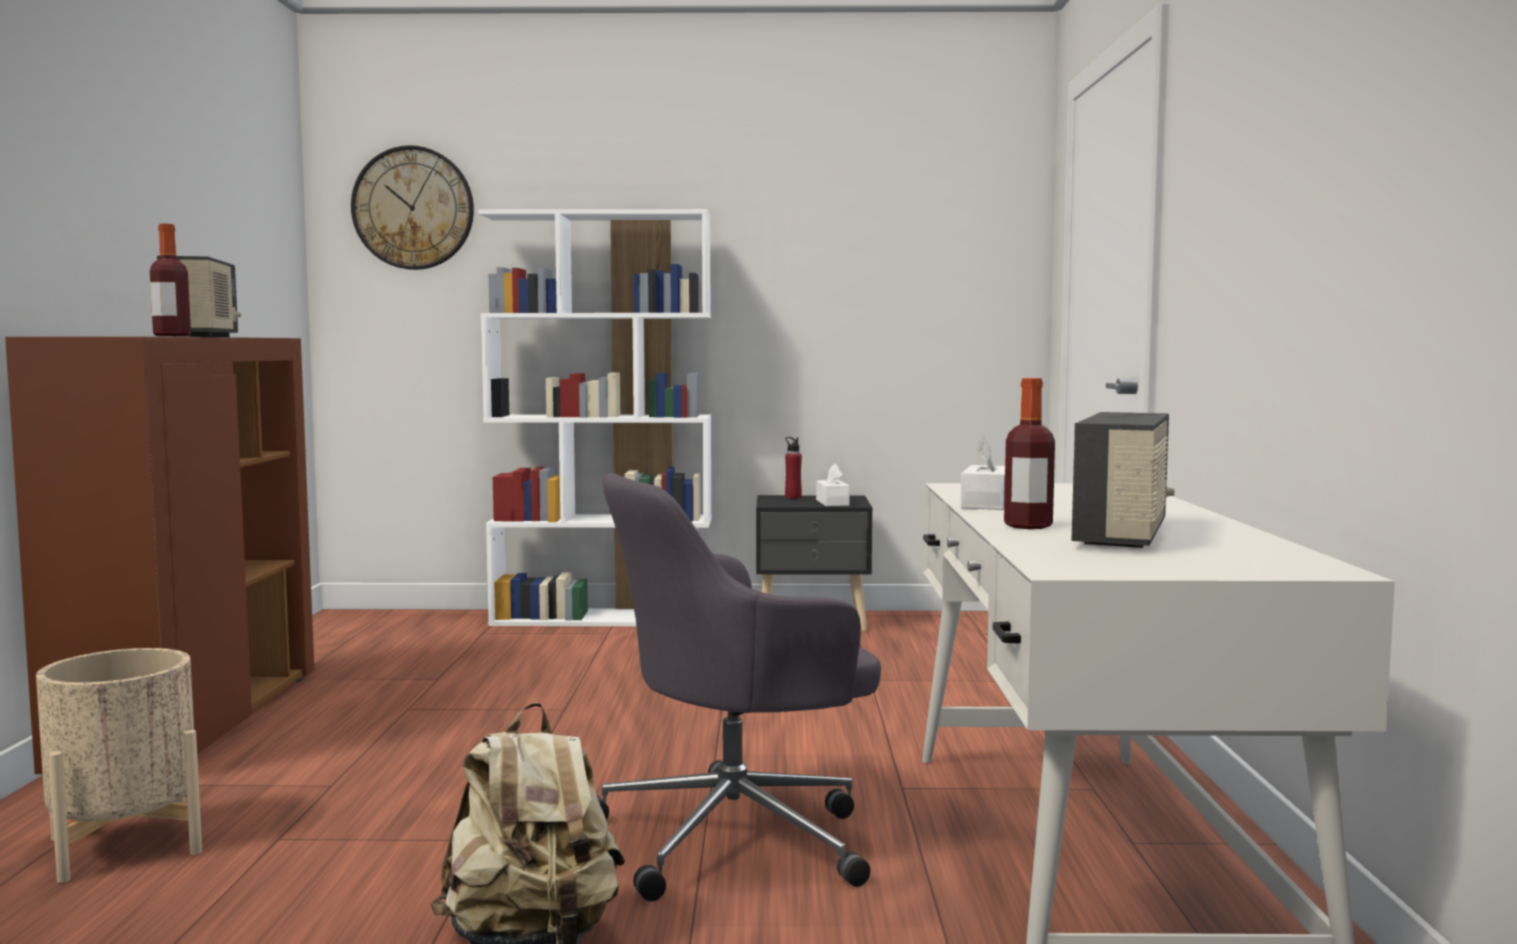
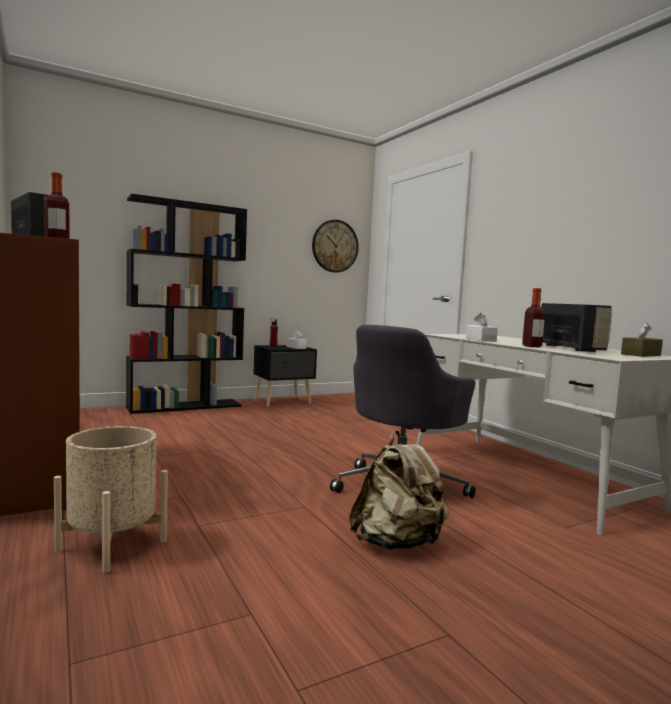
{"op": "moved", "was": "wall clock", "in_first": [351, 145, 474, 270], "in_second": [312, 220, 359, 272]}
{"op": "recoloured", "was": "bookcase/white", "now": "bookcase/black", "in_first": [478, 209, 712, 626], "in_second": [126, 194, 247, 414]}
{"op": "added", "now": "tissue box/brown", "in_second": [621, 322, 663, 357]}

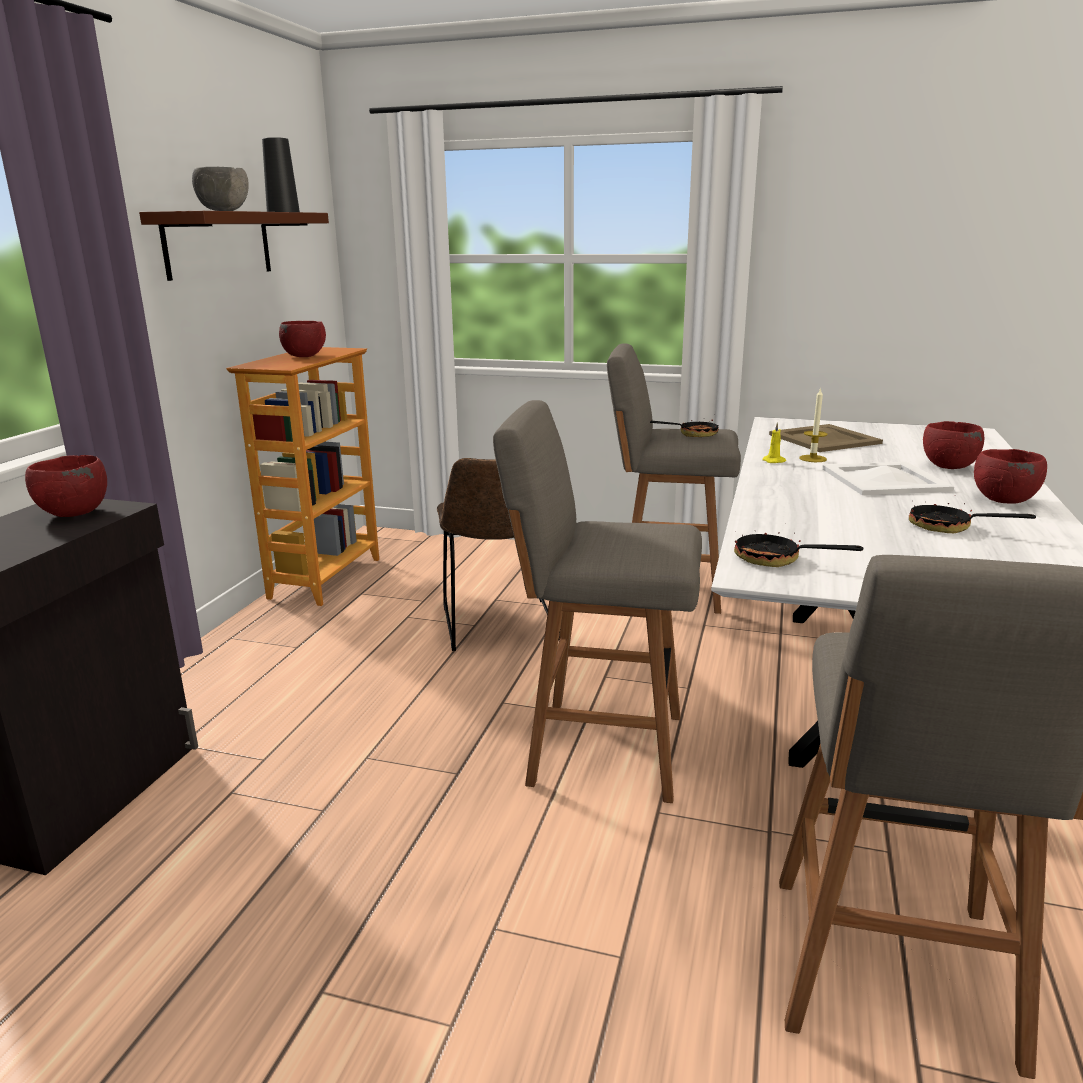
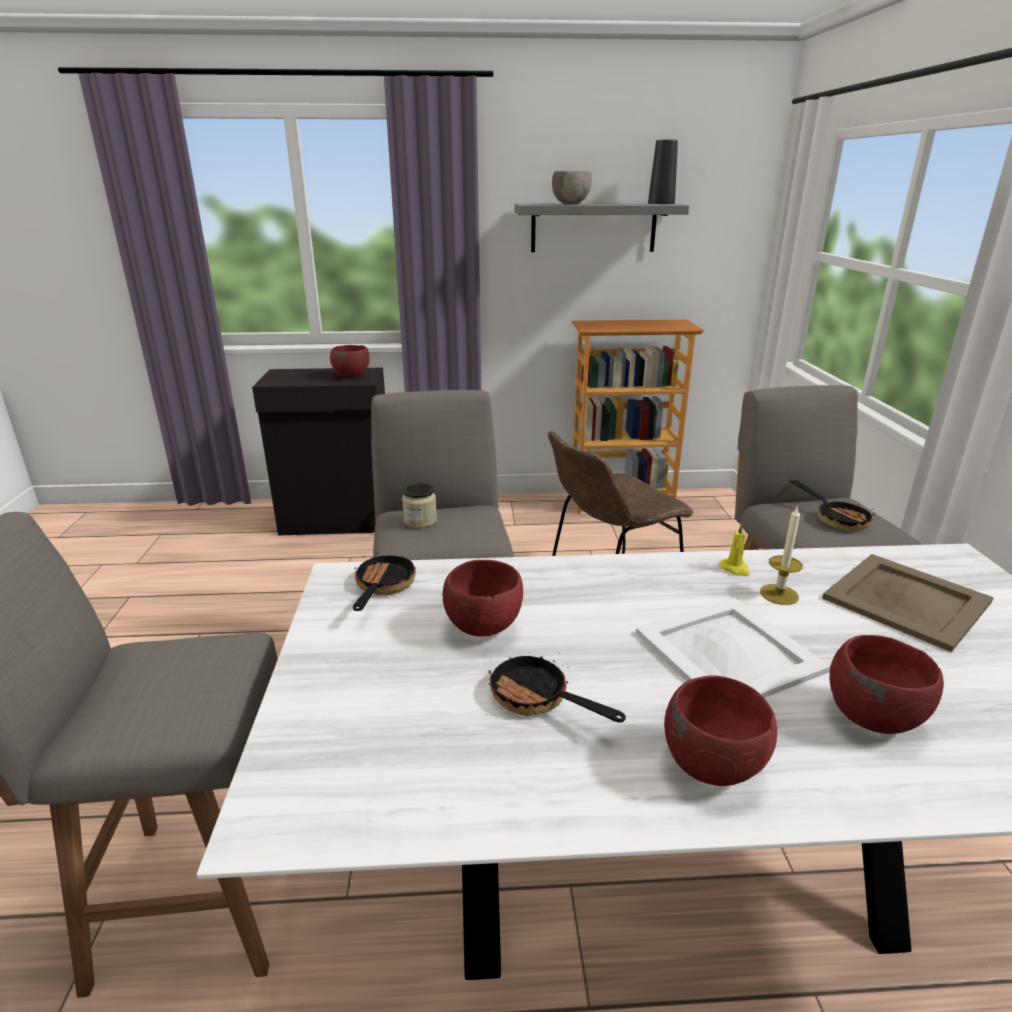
{"op": "recoloured", "was": "shelf/brown", "now": "shelf/grey", "in_first": [139, 211, 329, 281], "in_second": [515, 203, 689, 252]}
{"op": "moved", "was": "bowl/red", "in_first": [279, 321, 326, 357], "in_second": [443, 560, 523, 637]}
{"op": "turned", "was": "frying pan", "in_first": [909, 501, 1036, 533], "in_second": [488, 652, 626, 723], "clockwise": -60}
{"op": "added", "now": "jar", "in_second": [402, 483, 437, 528]}

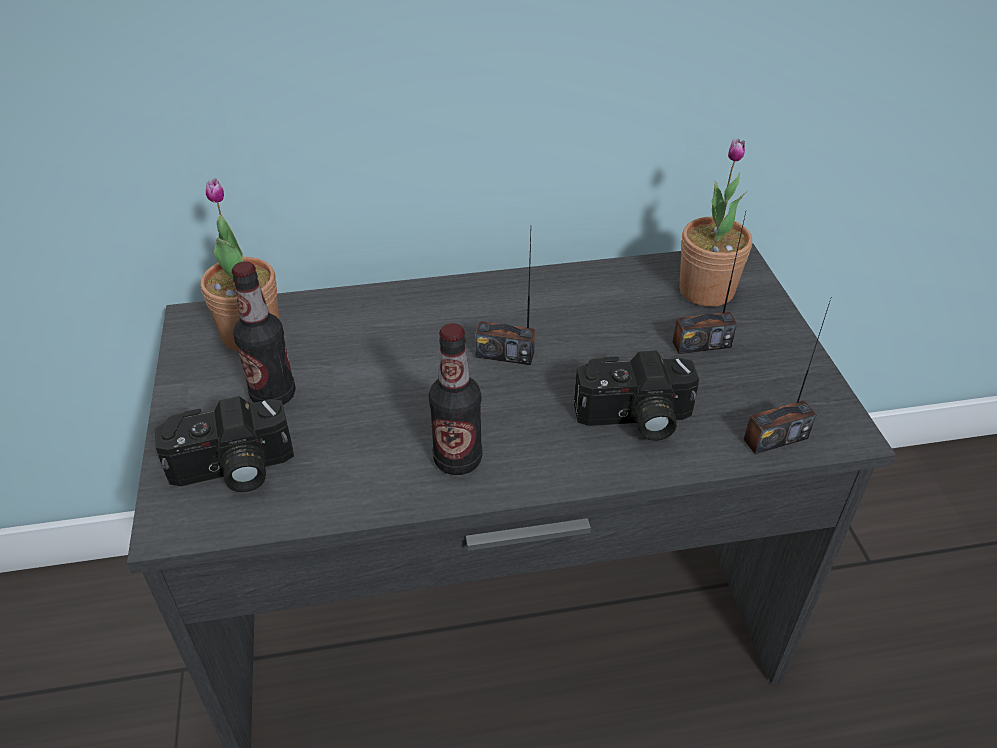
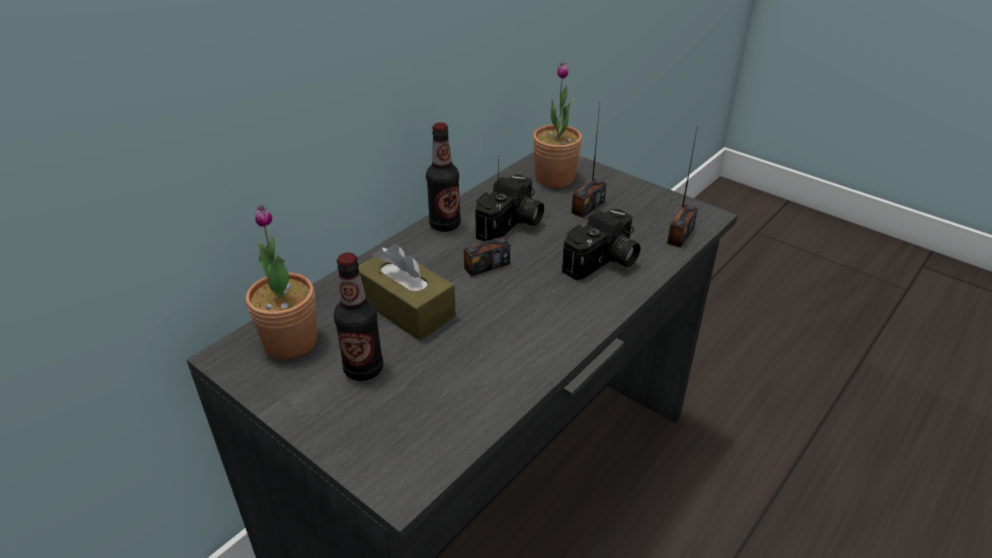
{"op": "moved", "was": "photo camera", "in_first": [154, 396, 294, 492], "in_second": [475, 174, 544, 241]}
{"op": "moved", "was": "bottle", "in_first": [429, 323, 483, 475], "in_second": [426, 122, 461, 232]}
{"op": "added", "now": "tissue box/brown", "in_second": [358, 244, 456, 341]}

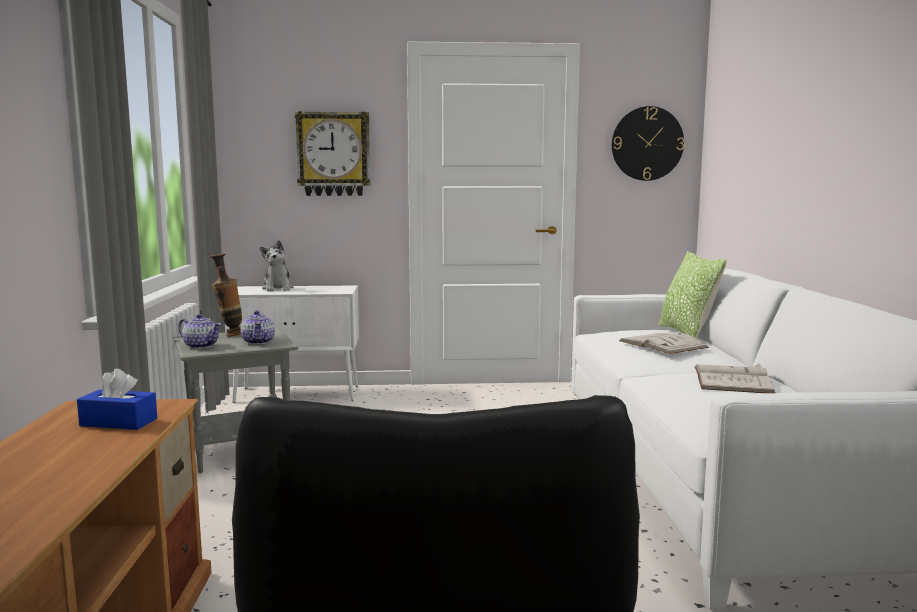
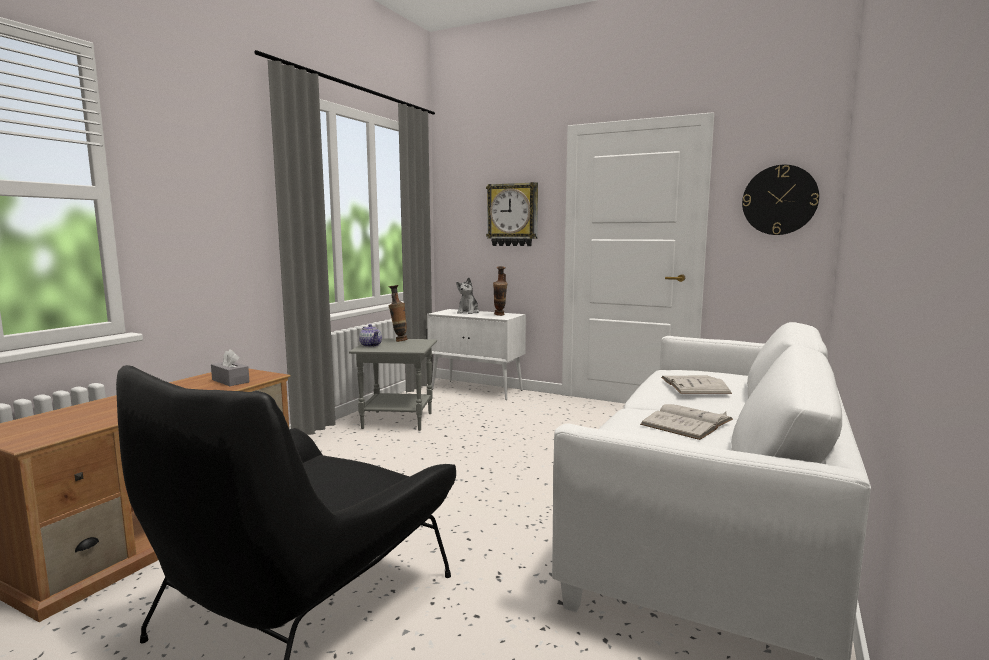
{"op": "recoloured", "was": "tissue box/blue", "now": "tissue box/grey", "in_first": [77, 369, 157, 430], "in_second": [211, 349, 249, 386]}
{"op": "removed", "was": "teapot", "in_first": [240, 311, 275, 345]}
{"op": "removed", "was": "pillow", "in_first": [658, 251, 727, 339]}
{"op": "added", "now": "vase", "in_second": [493, 266, 508, 316]}

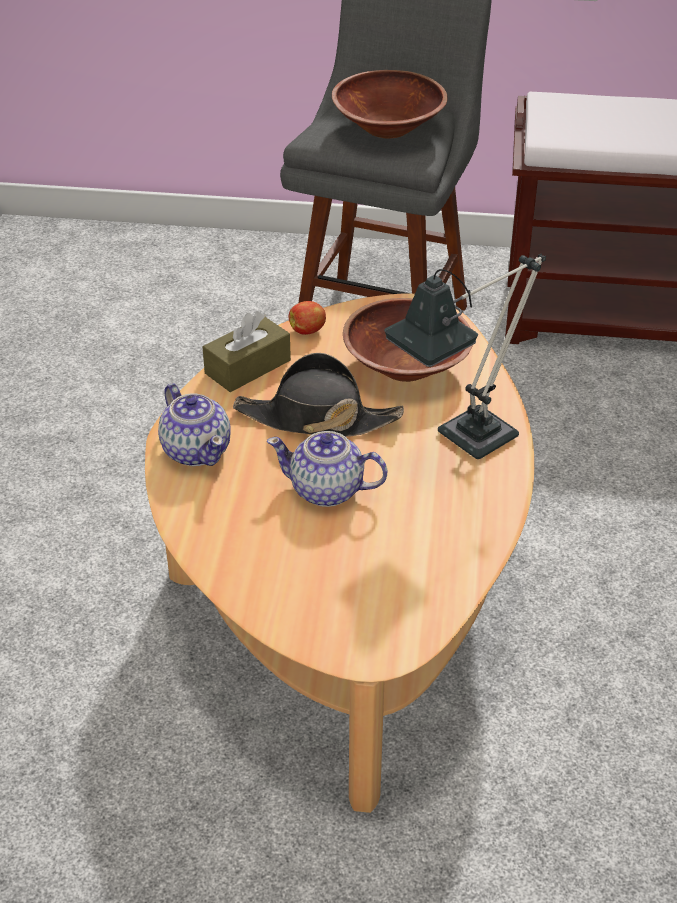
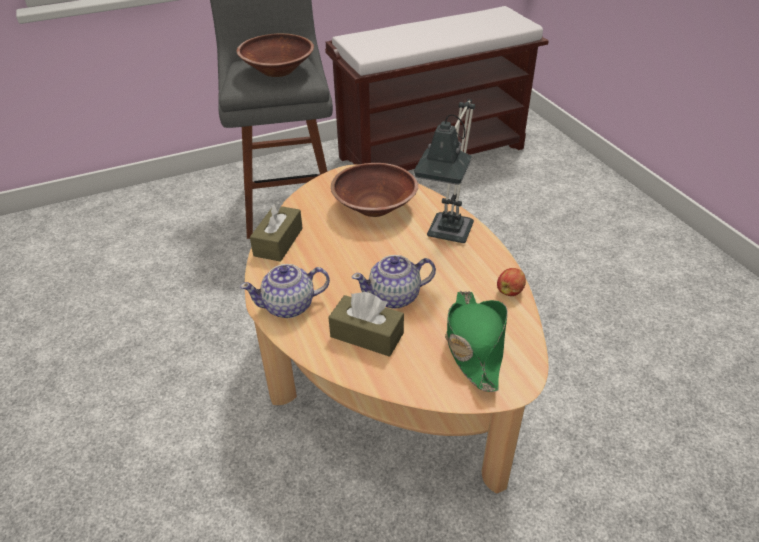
{"op": "turned", "was": "teapot", "in_first": [158, 383, 231, 466], "in_second": [240, 264, 330, 318], "clockwise": 135}
{"op": "removed", "was": "hat/black", "in_first": [233, 353, 404, 437]}
{"op": "moved", "was": "apple", "in_first": [288, 301, 326, 335], "in_second": [497, 268, 526, 296]}
{"op": "added", "now": "tissue box/brown", "in_second": [328, 292, 404, 357]}
{"op": "added", "now": "hat/green", "in_second": [445, 291, 508, 392]}

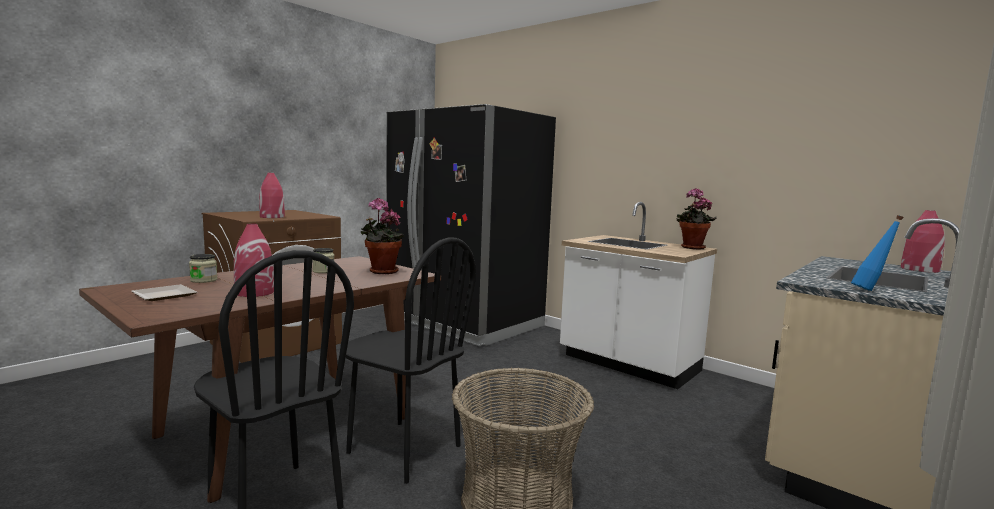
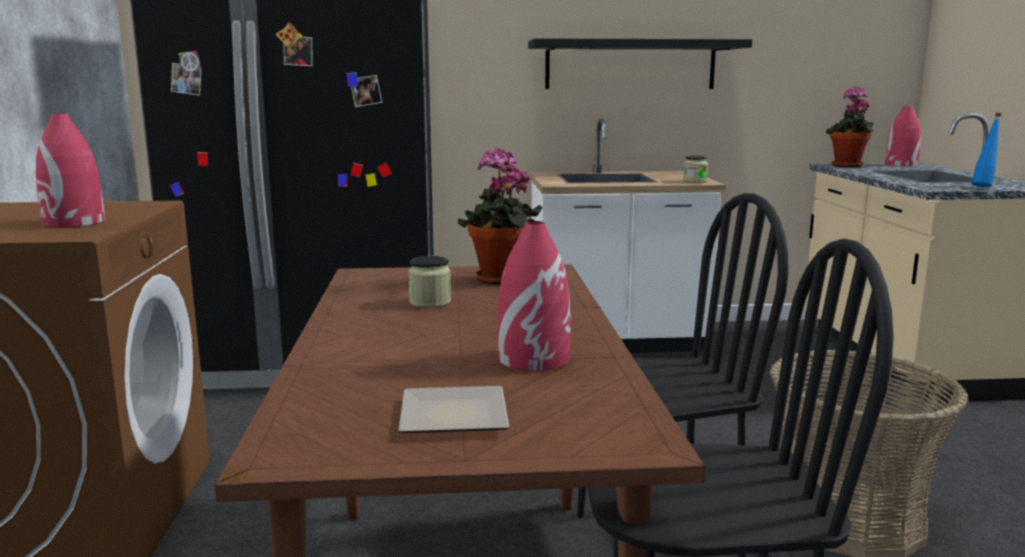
{"op": "moved", "was": "jar", "in_first": [189, 254, 217, 283], "in_second": [683, 156, 708, 183]}
{"op": "moved", "was": "potted plant", "in_first": [677, 188, 717, 250], "in_second": [826, 86, 874, 167]}
{"op": "added", "now": "shelf/black", "in_second": [528, 38, 752, 89]}

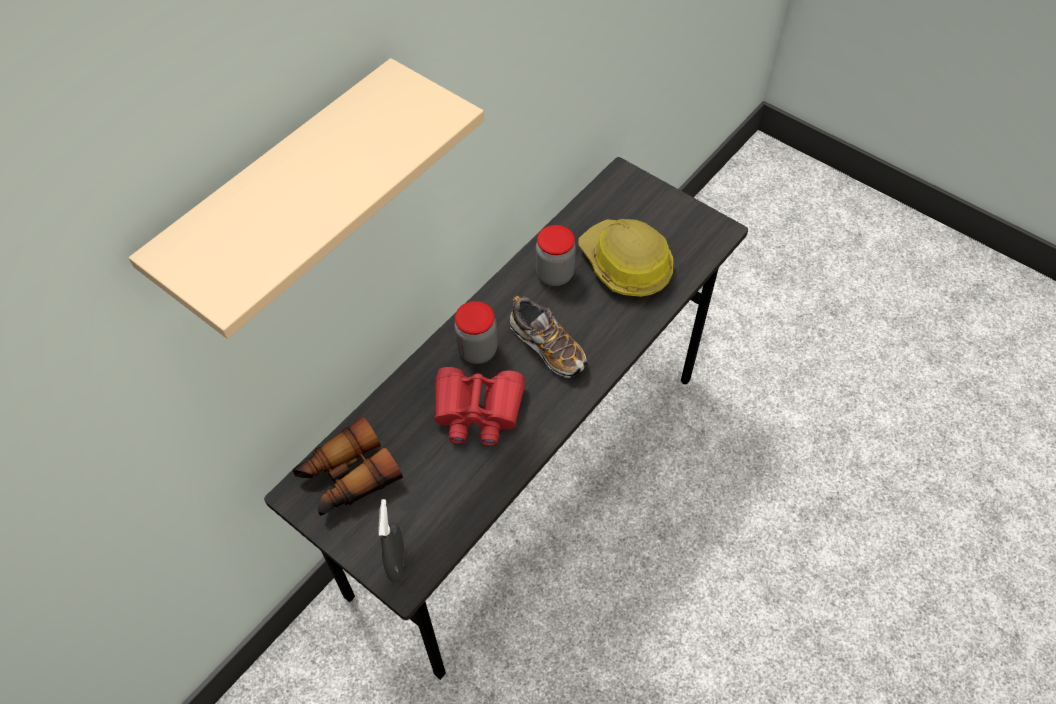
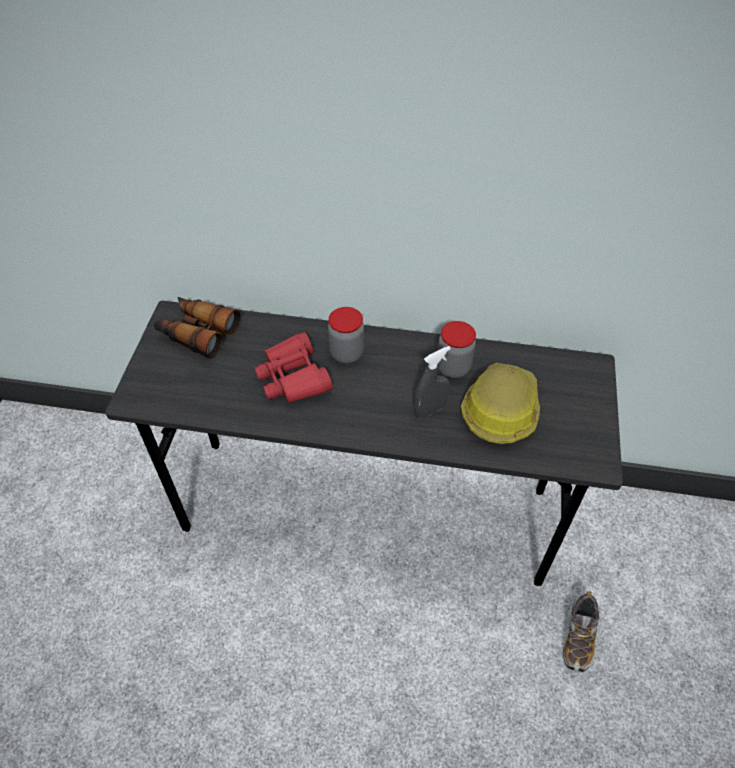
{"op": "removed", "was": "shelf/beige", "in_first": [129, 58, 484, 339]}
{"op": "moved", "was": "spray bottle/grey", "in_first": [379, 499, 404, 582], "in_second": [414, 346, 451, 419]}
{"op": "moved", "was": "shoe", "in_first": [510, 296, 587, 378], "in_second": [563, 591, 599, 672]}

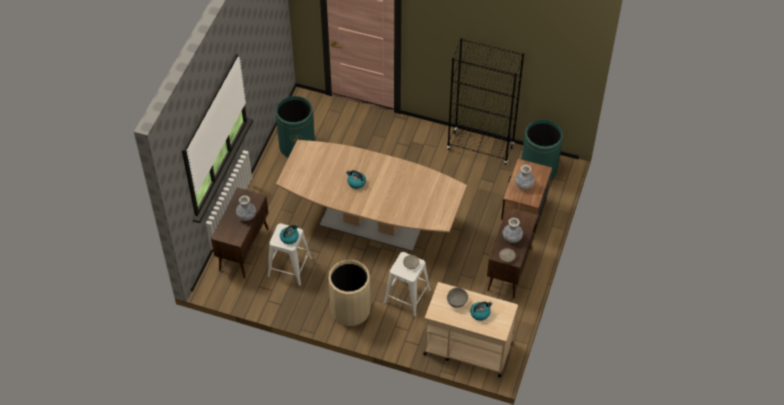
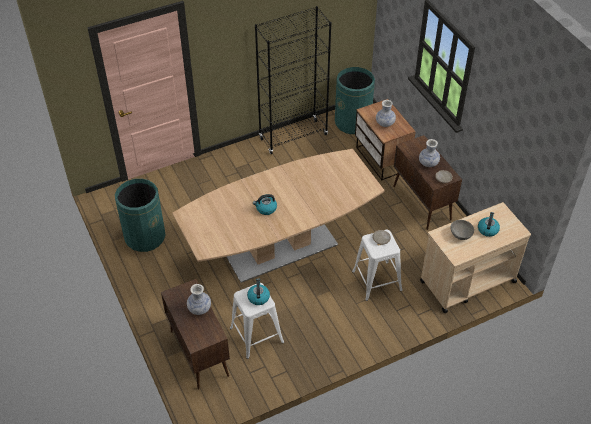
{"op": "removed", "was": "trash can/beige", "in_first": [329, 260, 371, 326]}

